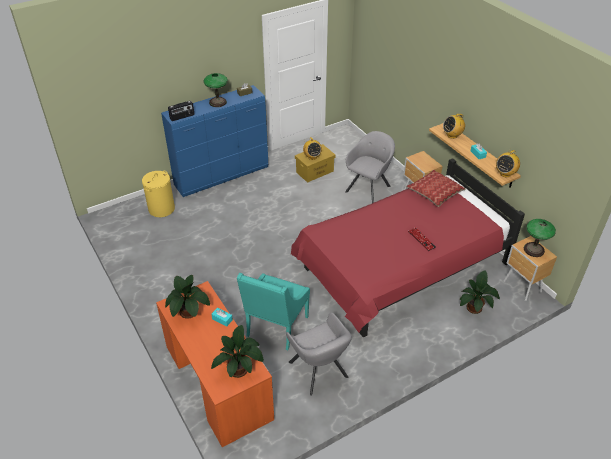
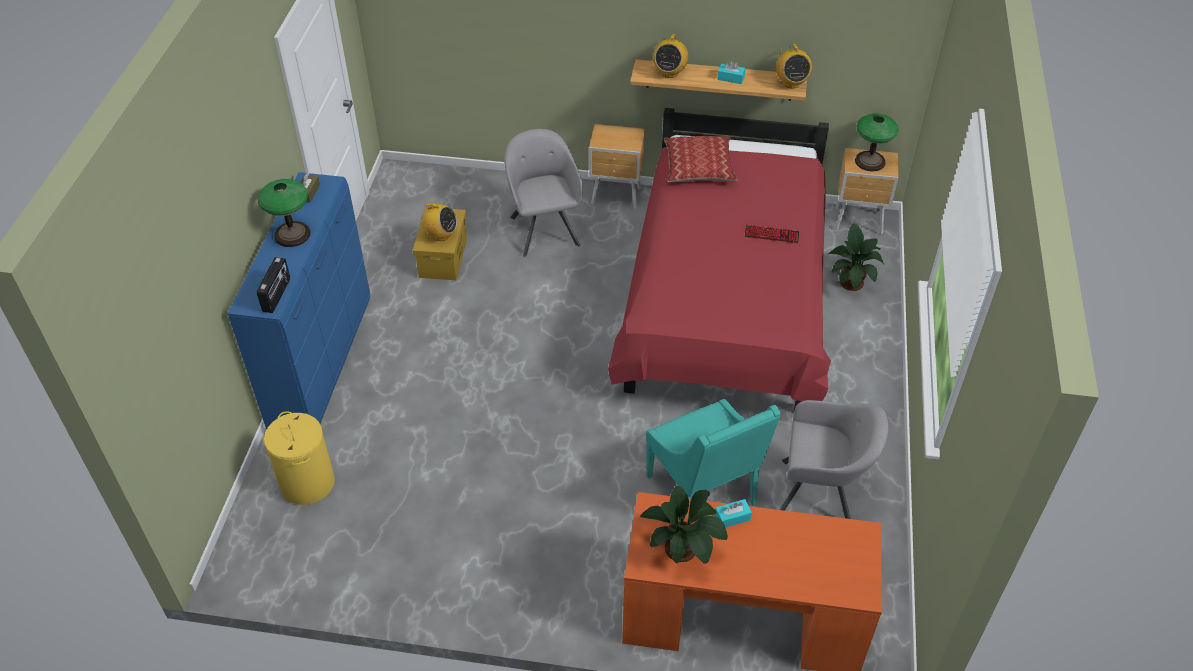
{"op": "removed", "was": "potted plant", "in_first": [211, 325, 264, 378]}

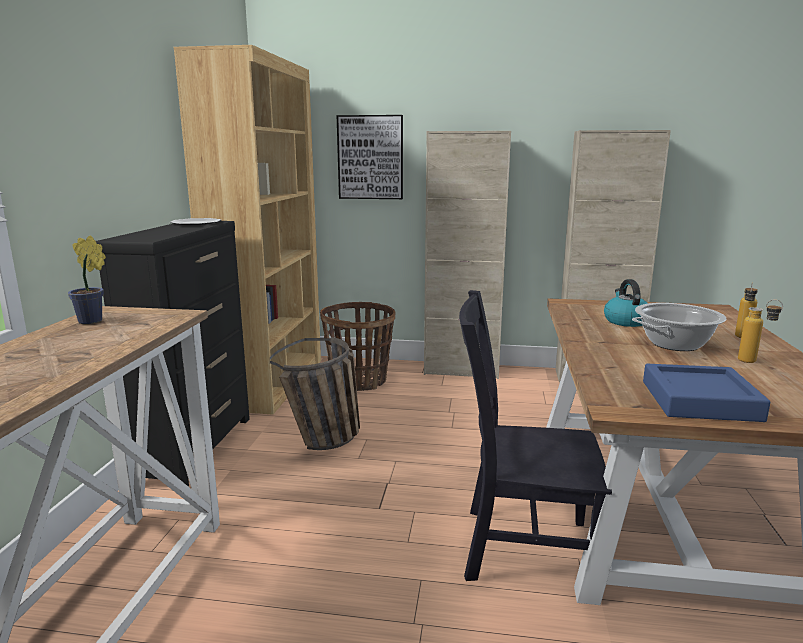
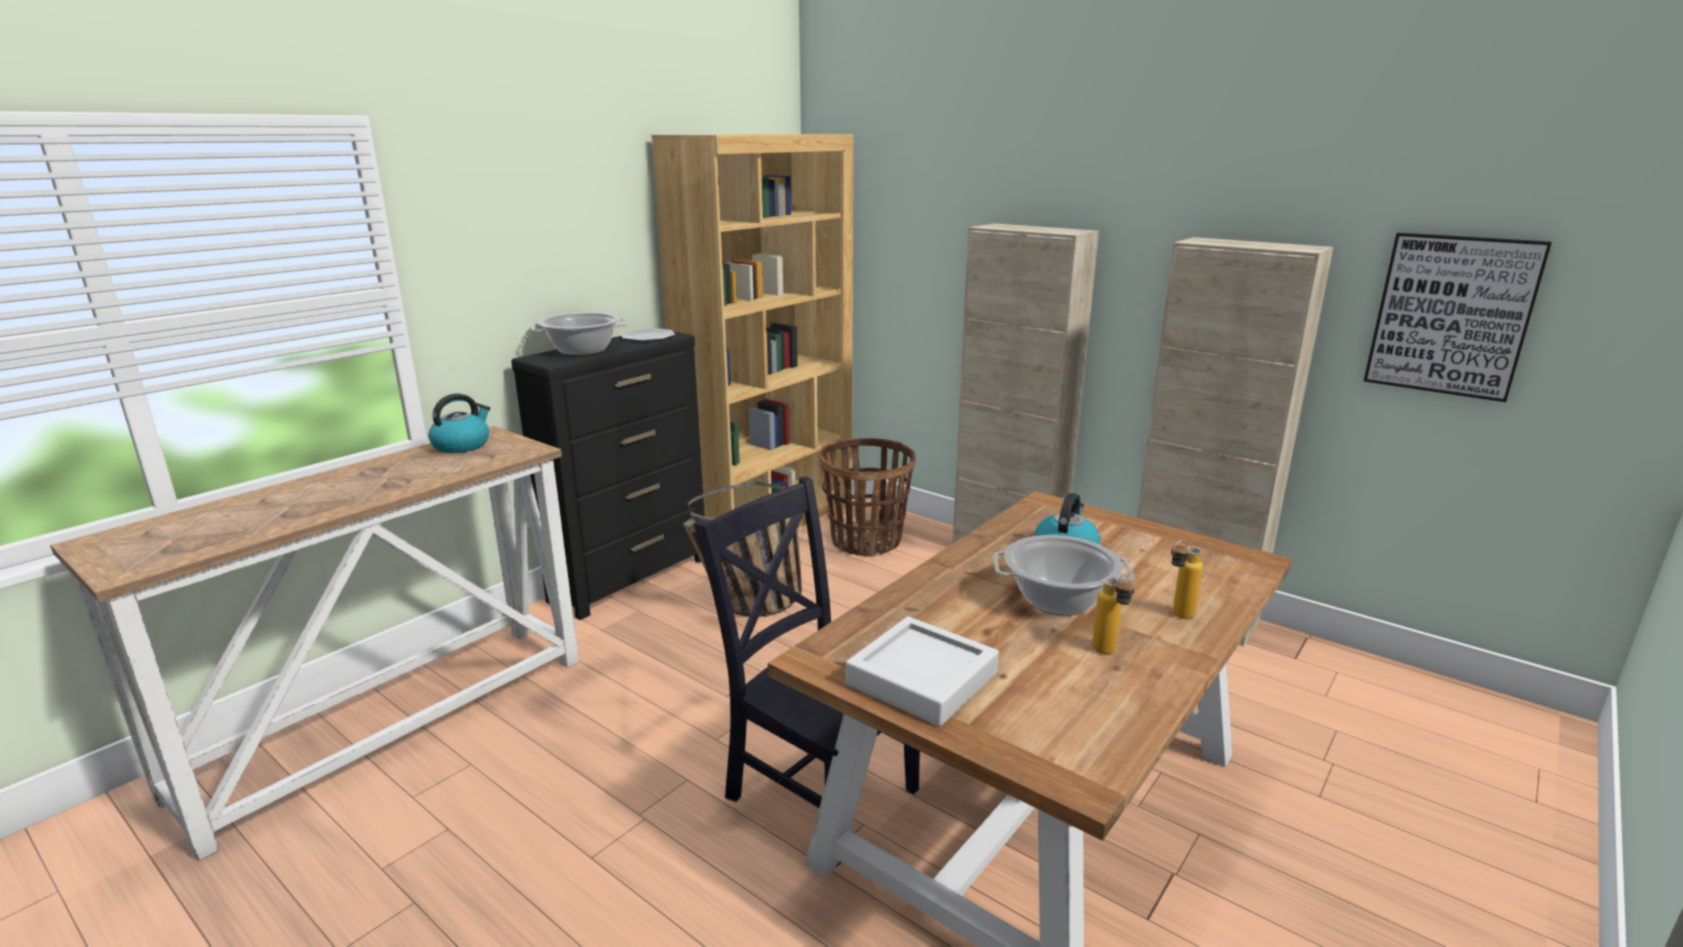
{"op": "replaced", "was": "potted plant", "now": "kettle", "in_first": [68, 235, 106, 324], "in_second": [428, 393, 490, 453]}
{"op": "moved", "was": "picture", "in_first": [337, 115, 403, 199], "in_second": [1364, 233, 1552, 402]}
{"op": "recoloured", "was": "tray/blue", "now": "tray/grey", "in_first": [643, 364, 770, 422], "in_second": [846, 616, 999, 726]}
{"op": "added", "now": "cooking pot", "in_second": [531, 312, 628, 356]}

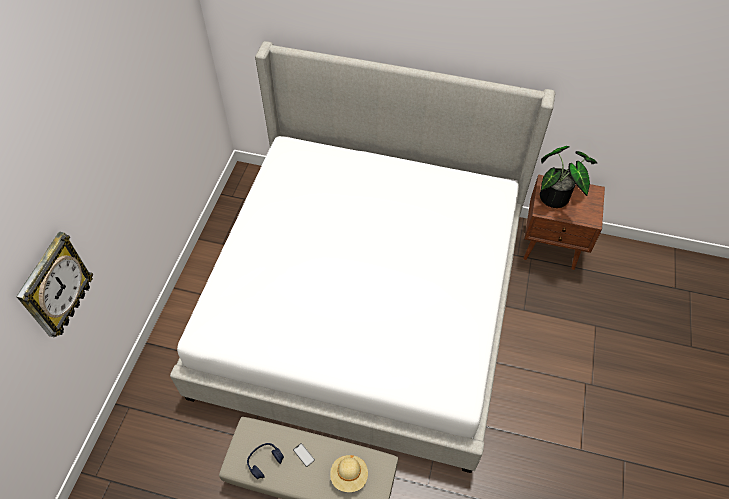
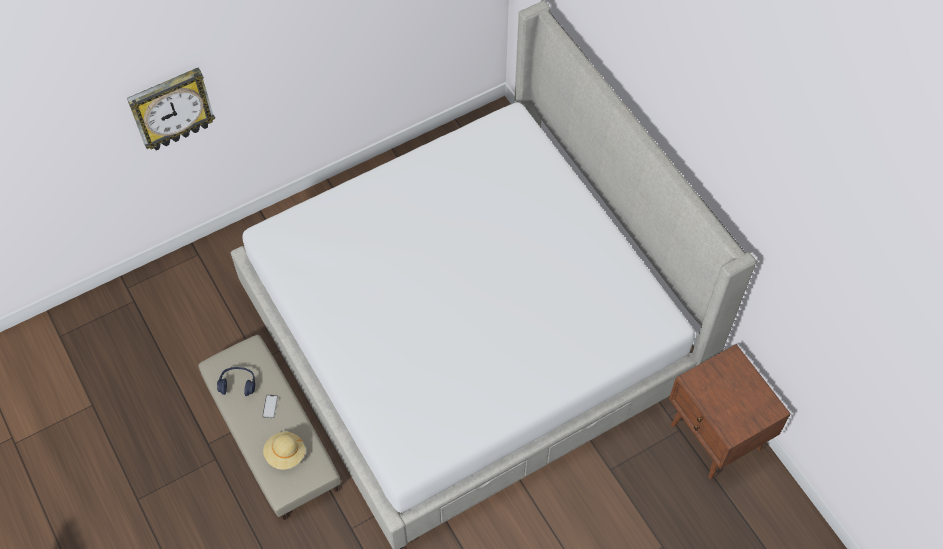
{"op": "removed", "was": "potted plant", "in_first": [540, 146, 597, 208]}

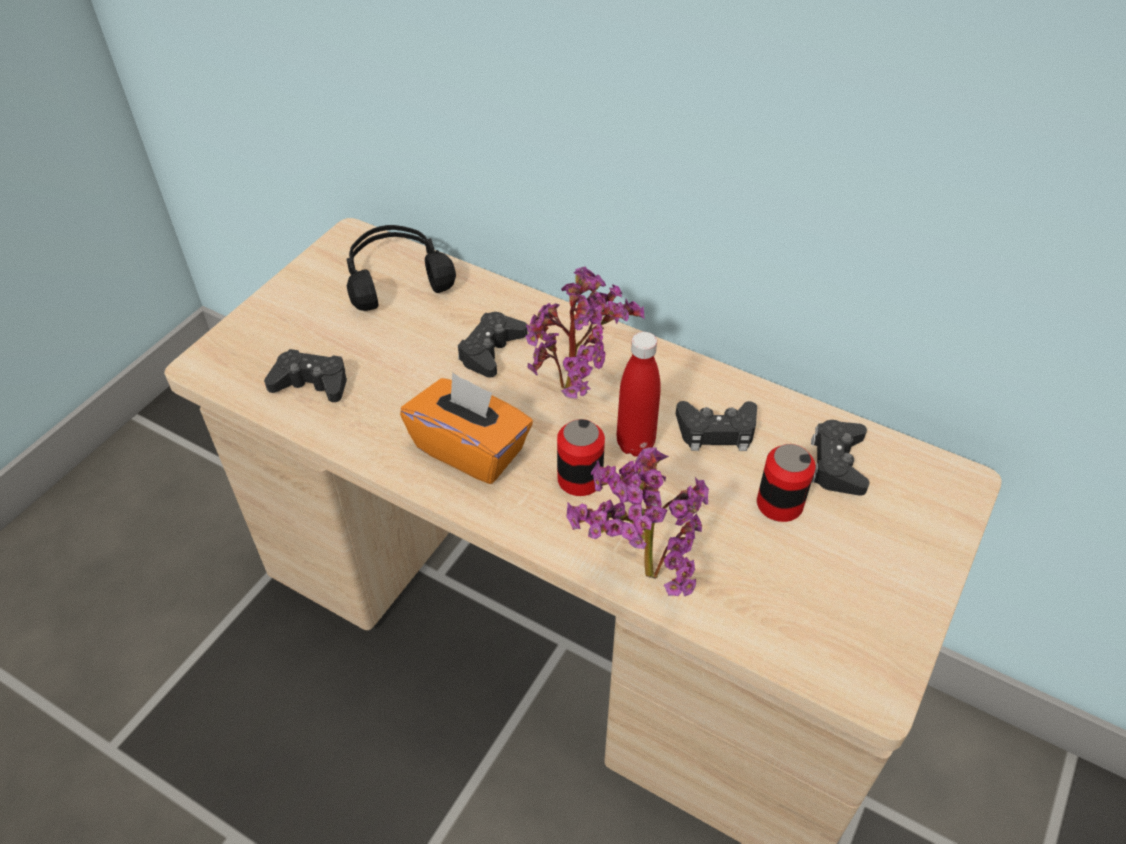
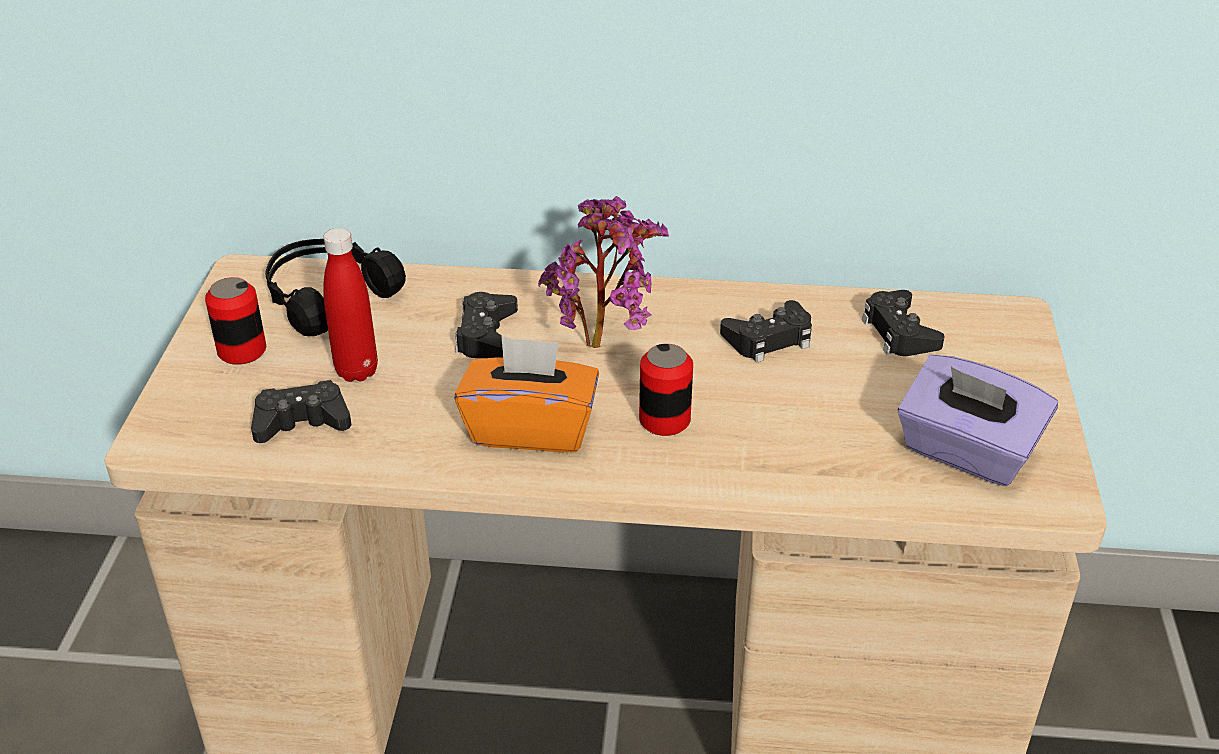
{"op": "removed", "was": "potted plant", "in_first": [566, 447, 709, 596]}
{"op": "moved", "was": "bottle/red", "in_first": [617, 332, 661, 457], "in_second": [323, 228, 378, 382]}
{"op": "moved", "was": "can", "in_first": [757, 444, 816, 522], "in_second": [205, 277, 266, 365]}
{"op": "added", "now": "tissue box/purple", "in_second": [898, 355, 1058, 486]}

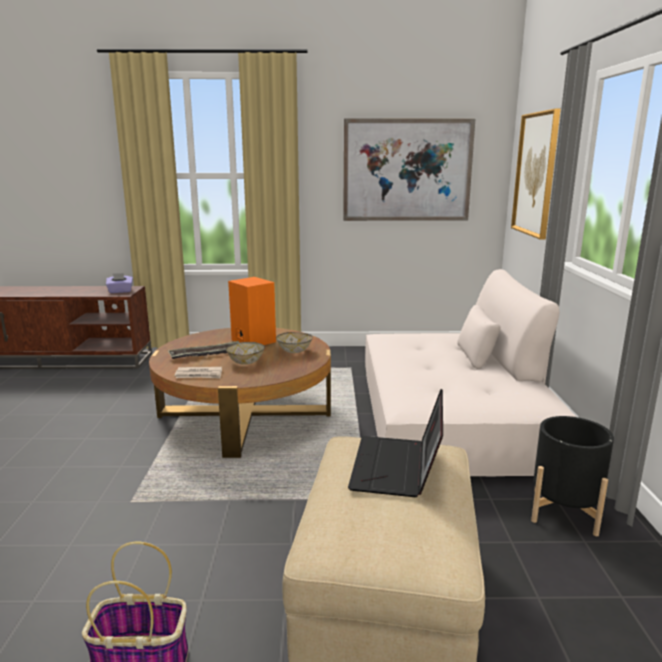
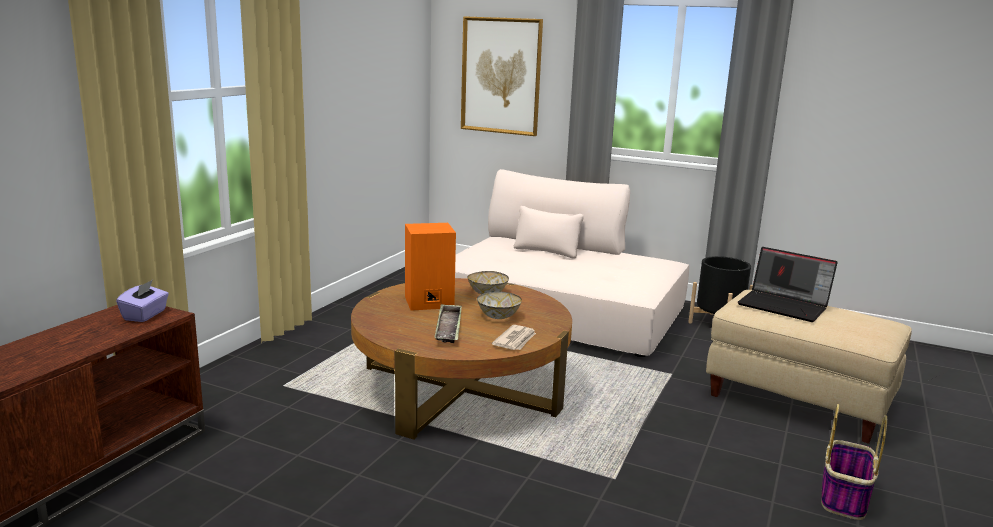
{"op": "removed", "was": "picture", "in_first": [343, 119, 475, 221]}

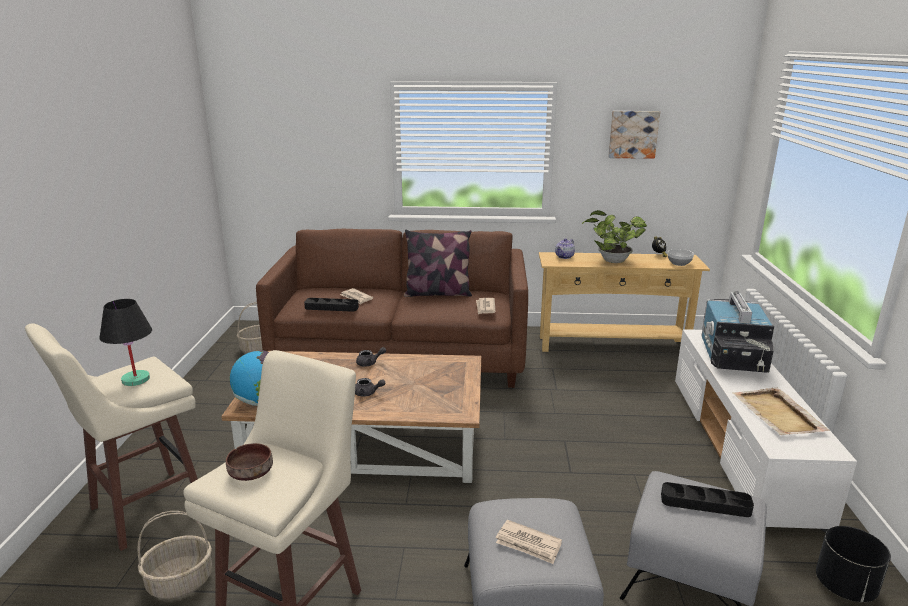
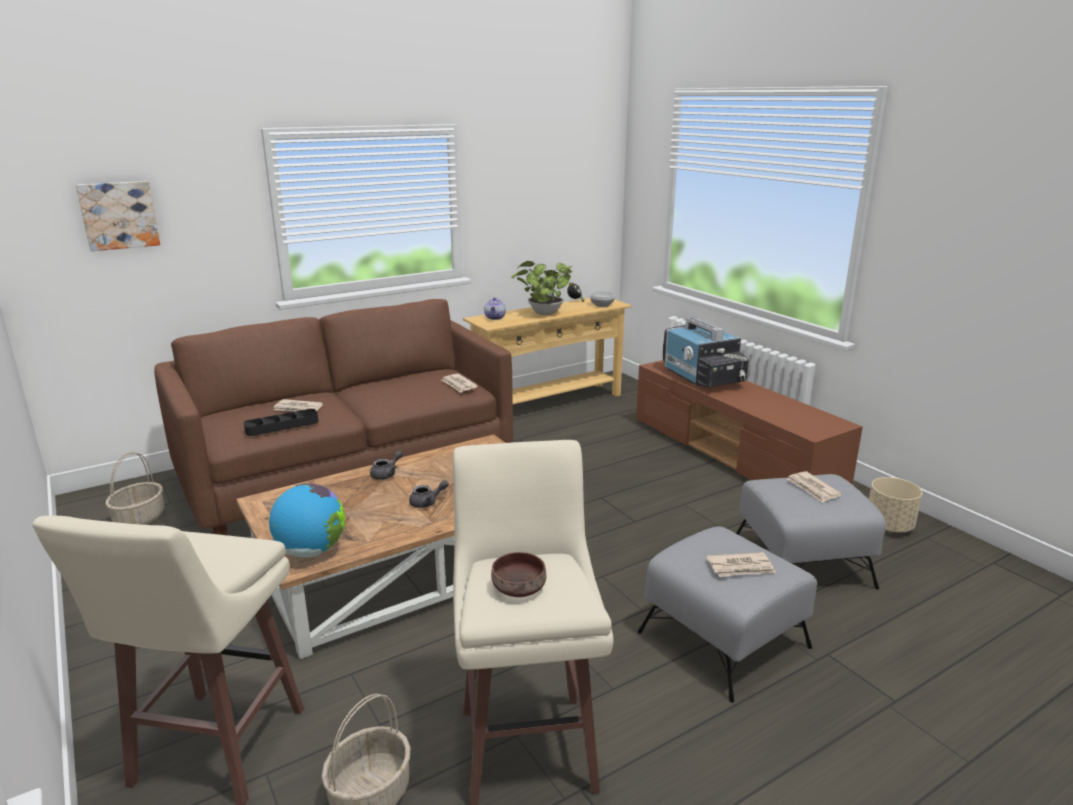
{"op": "removed", "was": "table lamp/black", "in_first": [99, 299, 152, 386]}
{"op": "removed", "was": "pillow", "in_first": [404, 230, 472, 297]}
{"op": "moved", "was": "picture", "in_first": [608, 111, 660, 159], "in_second": [76, 181, 160, 251]}
{"op": "replaced", "was": "tray/black", "now": "newspaper", "in_first": [661, 482, 754, 517], "in_second": [787, 471, 842, 503]}
{"op": "recoloured", "was": "tv stand/white", "now": "tv stand/brown", "in_first": [675, 329, 857, 532], "in_second": [636, 360, 863, 485]}
{"op": "removed", "was": "tray/beige", "in_first": [732, 388, 830, 435]}
{"op": "recoloured", "was": "planter/black", "now": "planter/beige", "in_first": [816, 526, 891, 602], "in_second": [869, 477, 923, 532]}

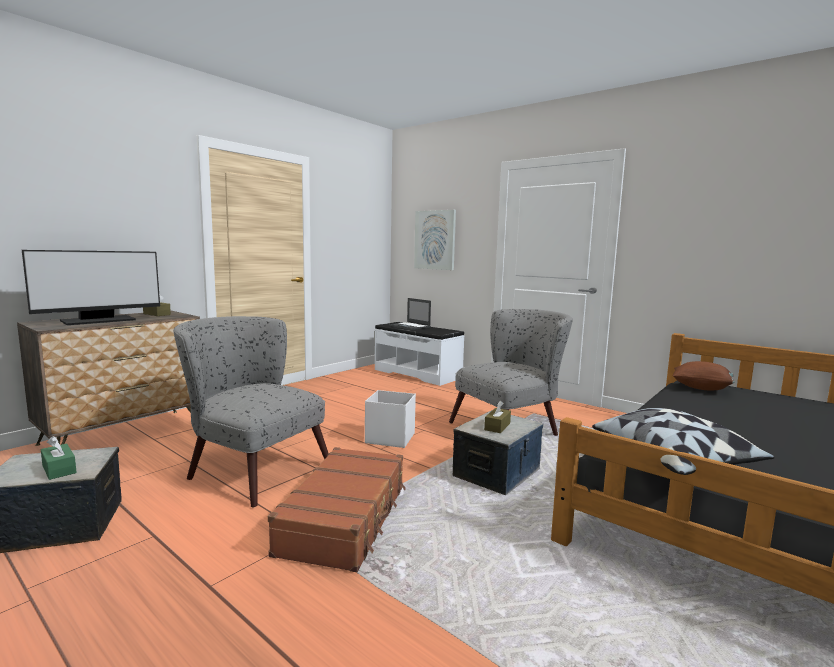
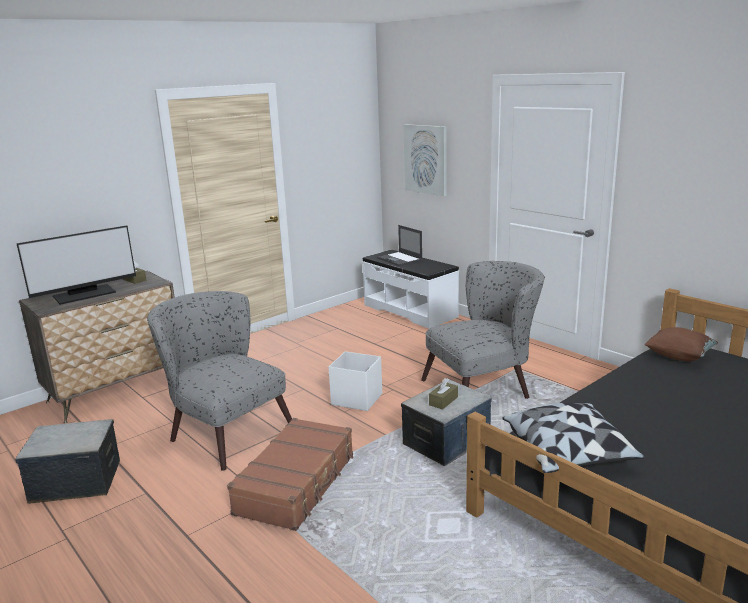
{"op": "removed", "was": "tissue box/green", "in_first": [41, 436, 77, 480]}

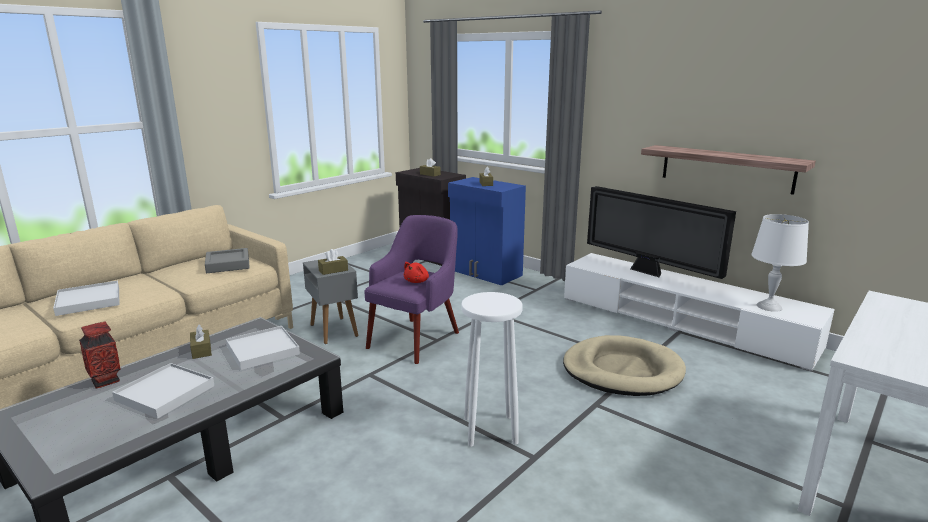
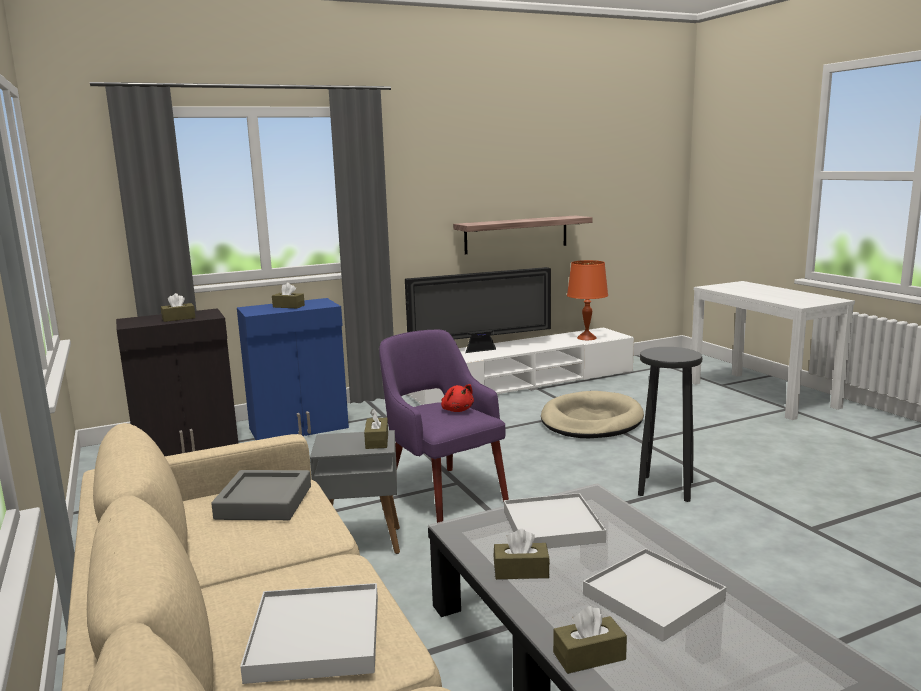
{"op": "replaced", "was": "vase", "now": "tissue box/brown", "in_first": [79, 321, 121, 389], "in_second": [553, 606, 627, 674]}
{"op": "recoloured", "was": "stool/white", "now": "stool/black", "in_first": [461, 292, 523, 447], "in_second": [638, 347, 702, 502]}
{"op": "recoloured", "was": "table lamp/white", "now": "table lamp/orange", "in_first": [751, 214, 809, 312], "in_second": [567, 260, 608, 340]}

